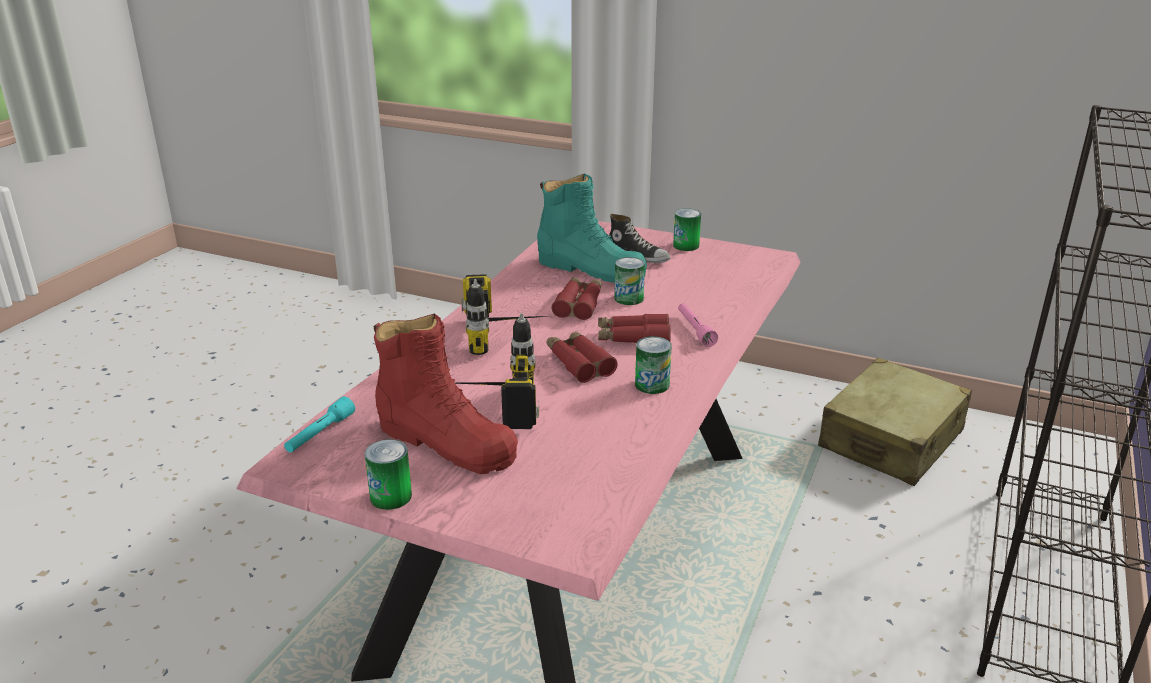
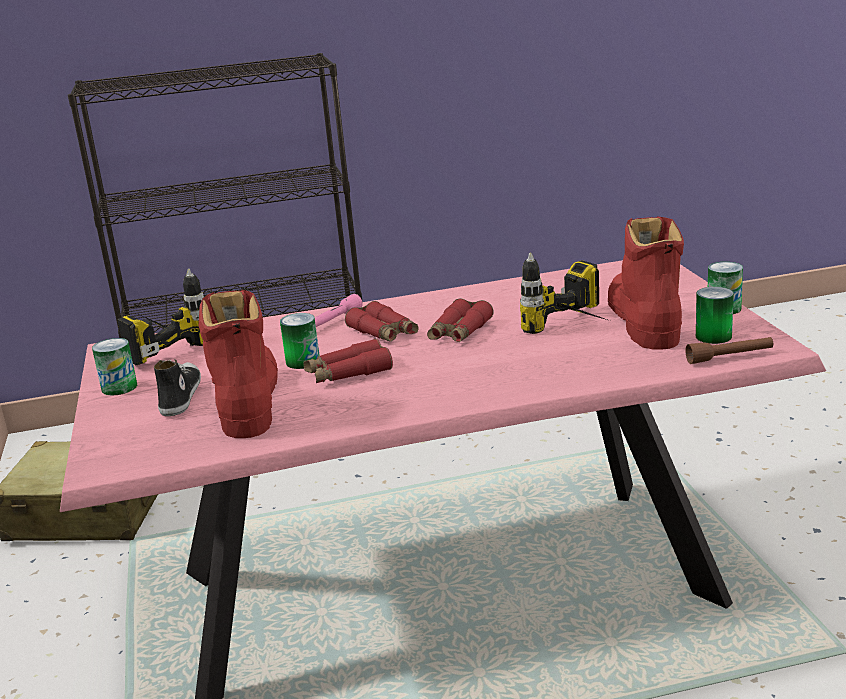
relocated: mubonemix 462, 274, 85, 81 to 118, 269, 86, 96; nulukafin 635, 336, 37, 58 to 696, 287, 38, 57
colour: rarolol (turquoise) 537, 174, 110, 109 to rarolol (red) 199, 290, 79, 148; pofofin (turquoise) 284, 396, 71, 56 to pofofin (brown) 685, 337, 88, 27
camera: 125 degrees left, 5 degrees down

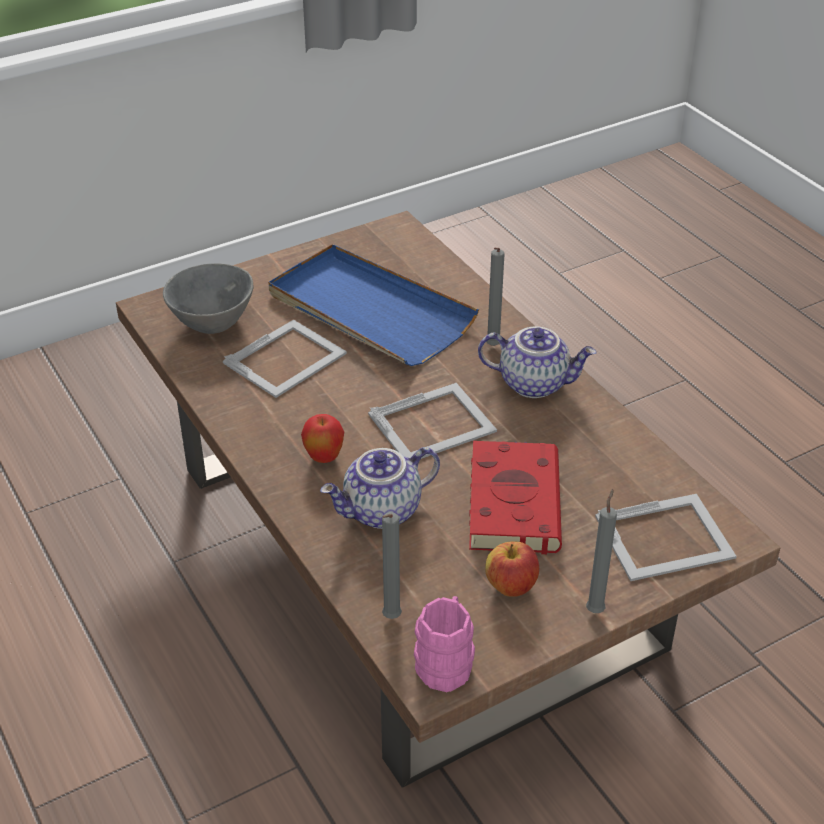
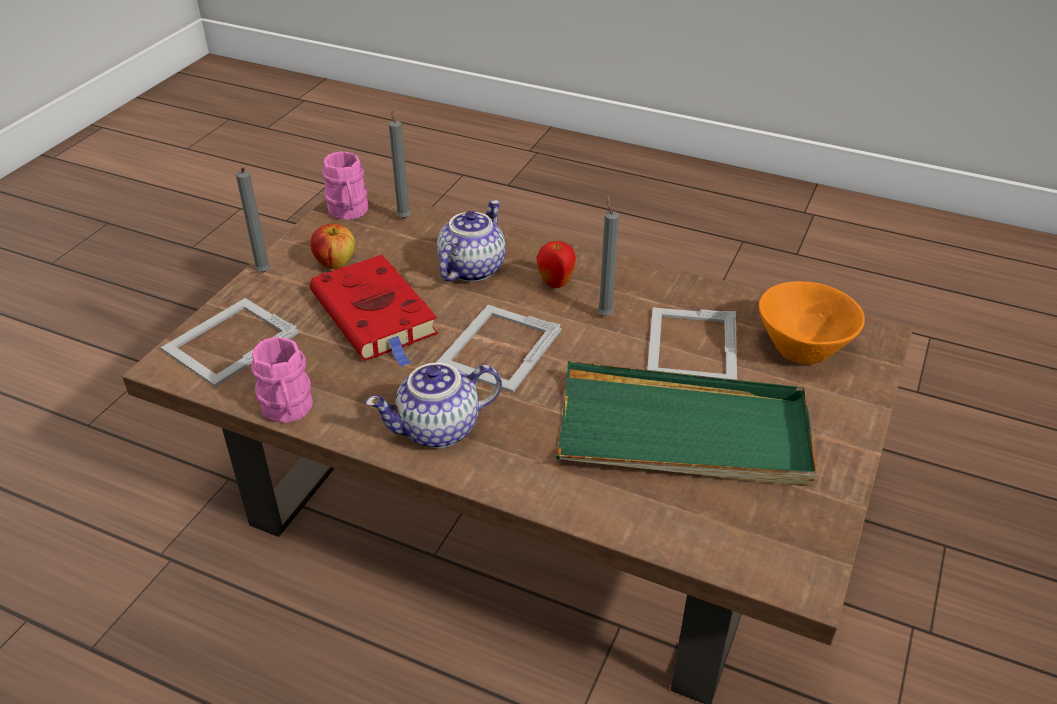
appeared: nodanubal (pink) 251, 337, 62, 86
relocated: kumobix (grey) 486, 248, 19, 98 to 598, 195, 21, 121
colour: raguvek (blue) 268, 244, 211, 122 to raguvek (green) 556, 361, 261, 125; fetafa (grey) 163, 263, 90, 71 to fetafa (orange) 759, 281, 106, 84
camera: 145 degrees right, 0 degrees up

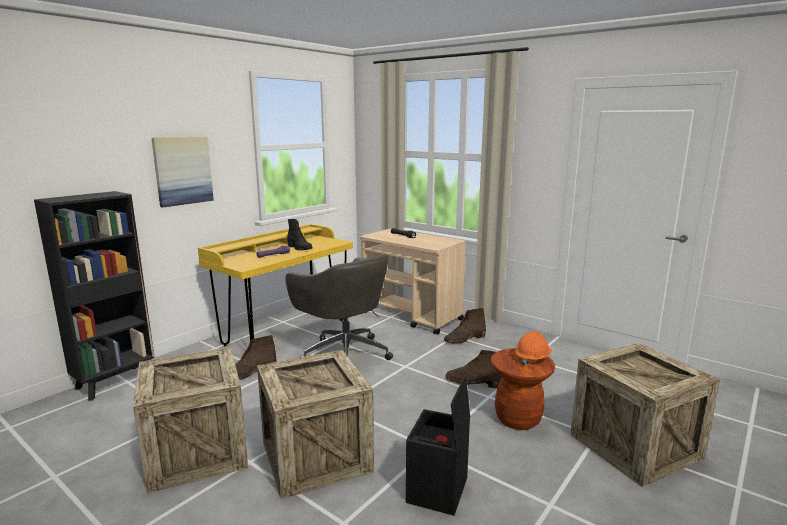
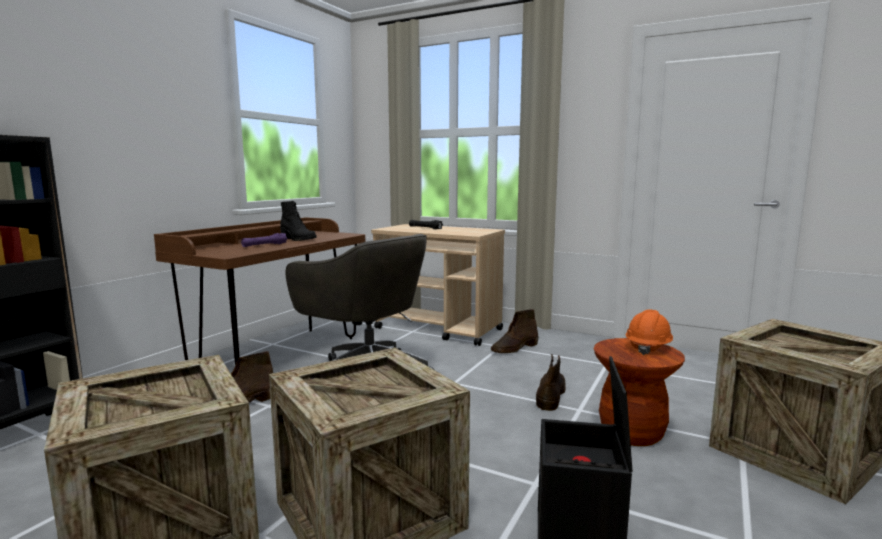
missing: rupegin 152, 136, 62, 72
colour: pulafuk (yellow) 198, 224, 155, 122 to pulafuk (brown) 154, 217, 211, 148
spun: rarolol (brown) 446, 350, 55, 38 = 536, 354, 30, 57 105 degrees clockwise
camera: 10 degrees left, 5 degrees down

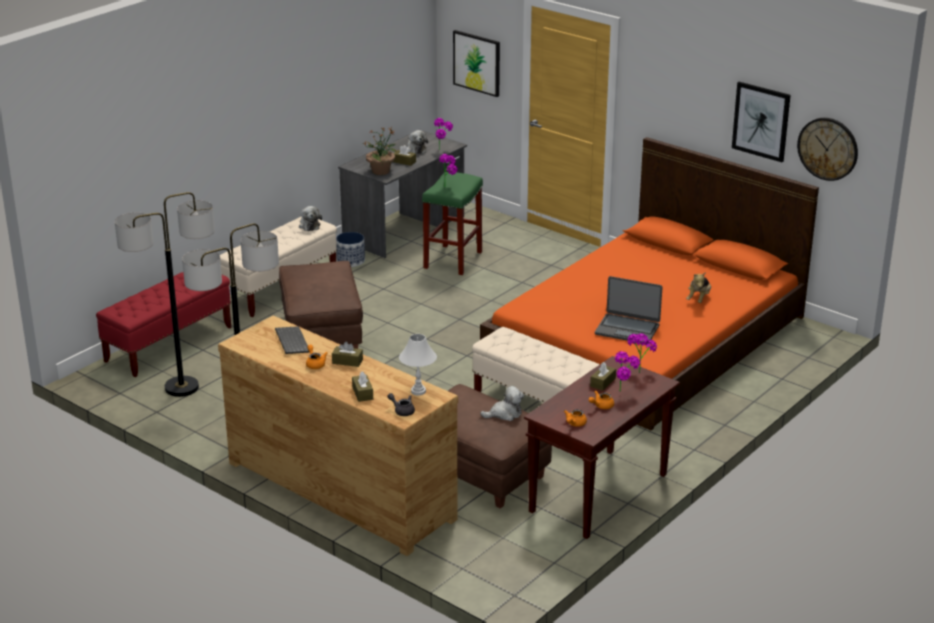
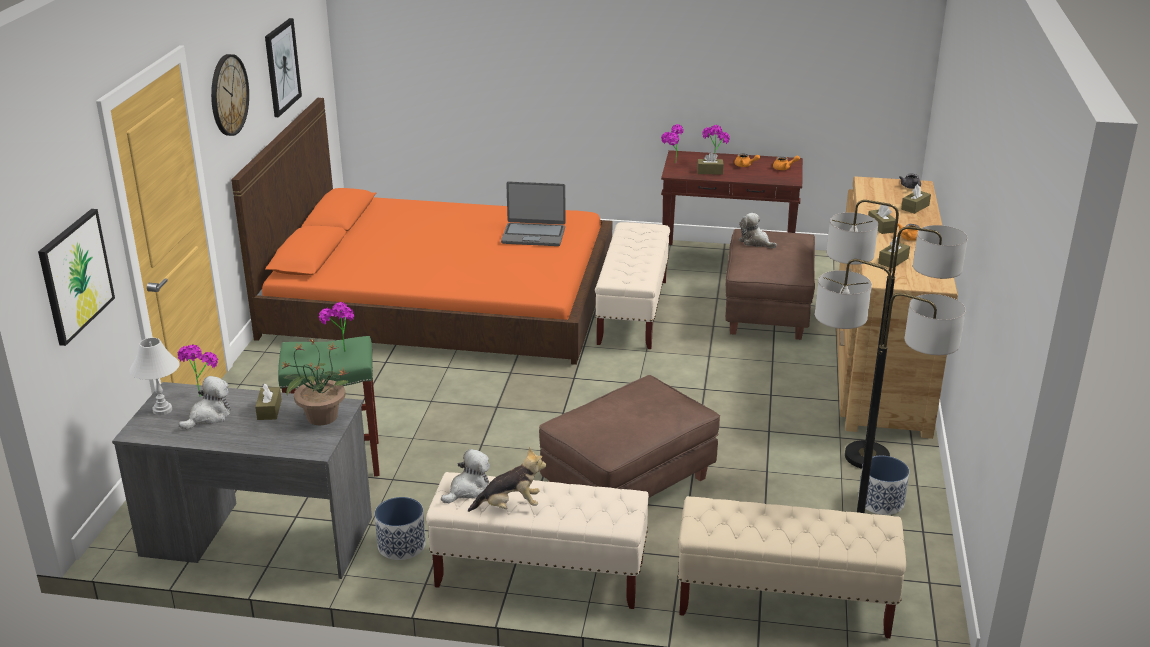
appeared: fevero 858, 456, 51, 59
relocated: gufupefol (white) 399, 334, 38, 62 to 129, 338, 51, 77; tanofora 797, 118, 61, 63 to 211, 54, 38, 82; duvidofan 686, 272, 25, 31 to 468, 447, 78, 65
exchanged: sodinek 275, 326, 35, 28 to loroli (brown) 878, 237, 32, 32
colour: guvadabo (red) 96, 272, 135, 105 to guvadabo (beige) 677, 496, 229, 142
spun: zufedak 595, 276, 67, 67 = 501, 182, 64, 64 105 degrees clockwise
camera: 120 degrees left, 0 degrees up

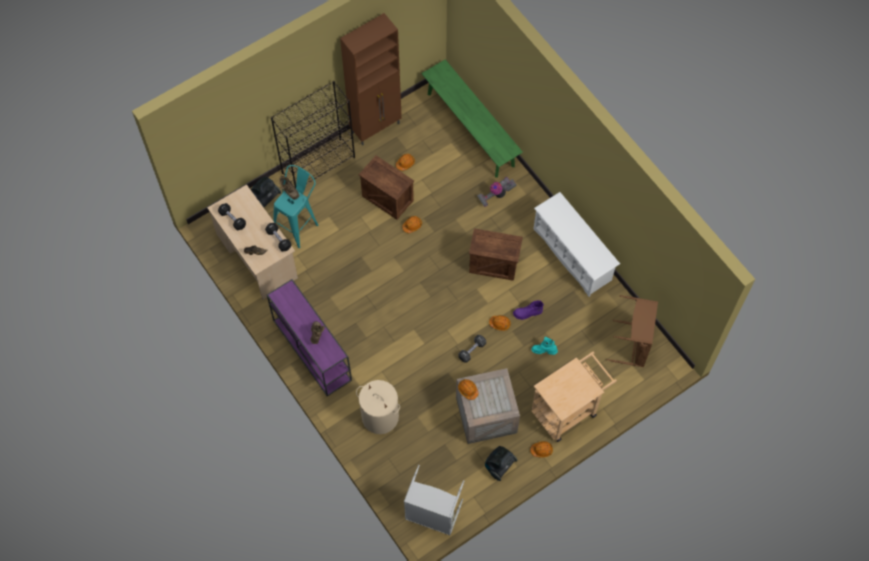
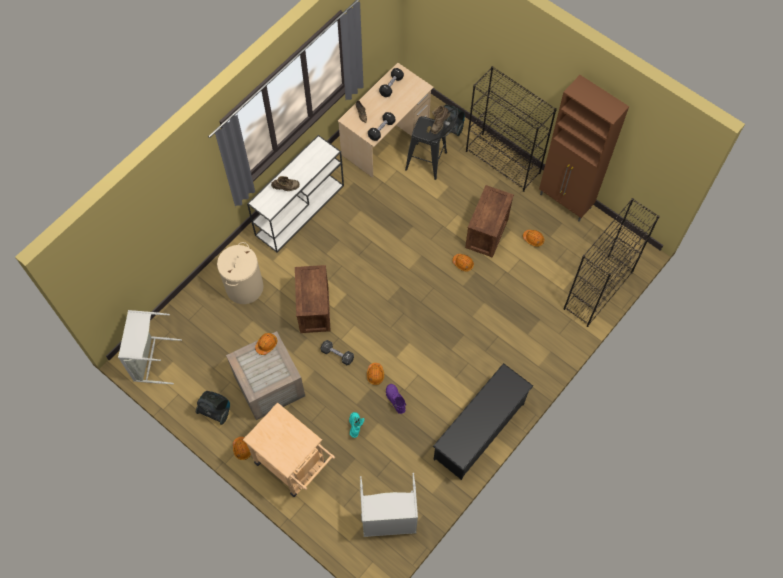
missing: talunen 477, 177, 40, 30
relocated: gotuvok 469, 228, 54, 53 to 295, 265, 35, 68
exchanged: guvadabo (green) 421, 59, 102, 119 to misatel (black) 563, 198, 97, 129
colour: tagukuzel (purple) 267, 279, 85, 117 to tagukuzel (white) 247, 135, 97, 117; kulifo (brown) 606, 295, 52, 72 to kulifo (grey) 360, 473, 58, 64; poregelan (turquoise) 273, 165, 46, 83 to poregelan (black) 405, 108, 53, 72; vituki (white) 533, 192, 87, 105 to vituki (black) 433, 363, 100, 117
camera: 75 degrees right, 0 degrees up

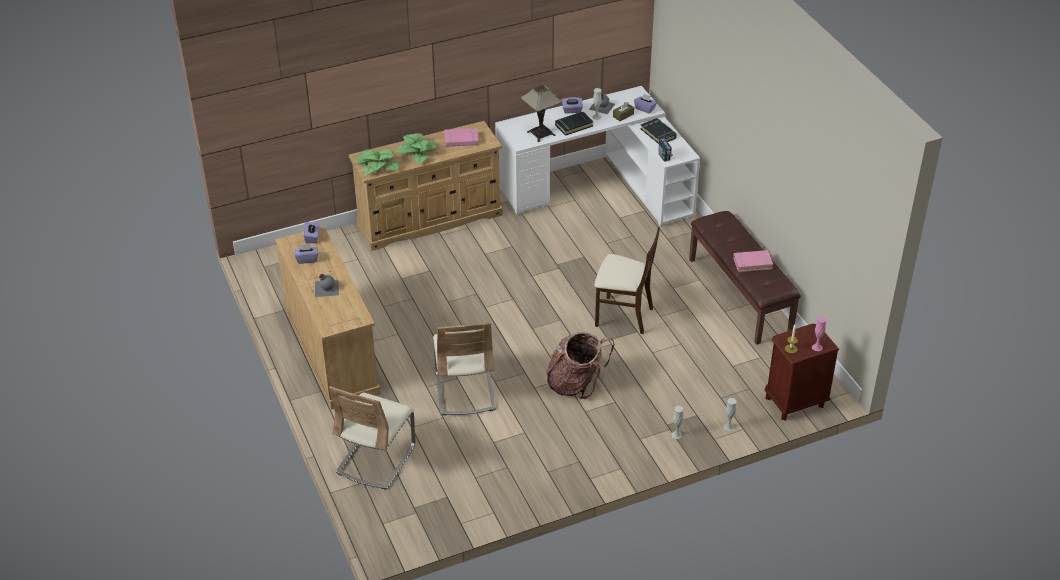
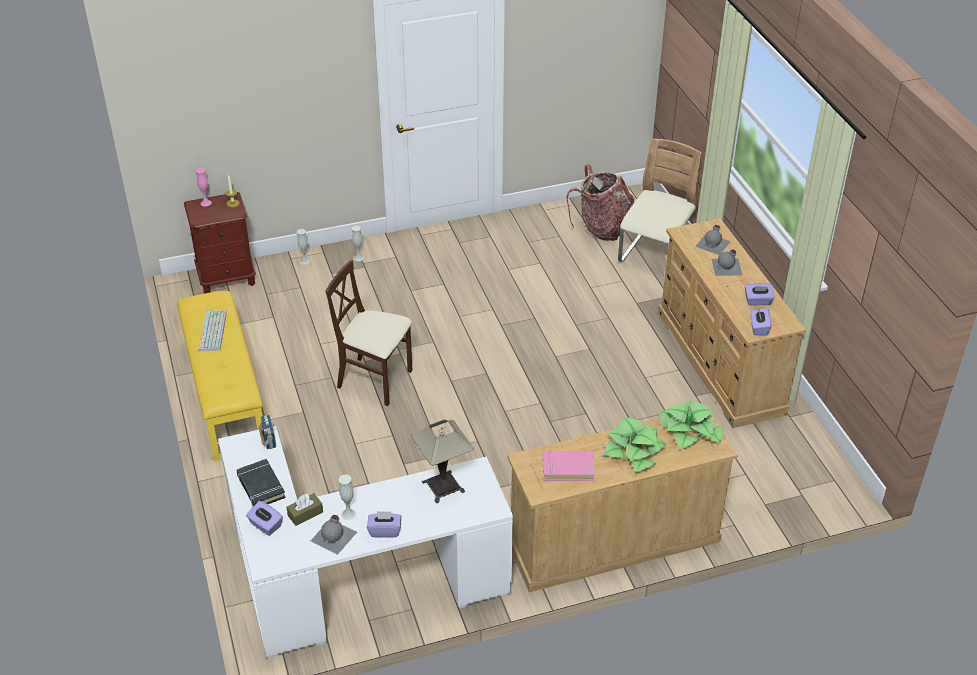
missing: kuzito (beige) 433, 323, 63, 92; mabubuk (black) 555, 112, 38, 24
appeared: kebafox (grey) 695, 225, 36, 30
relocated: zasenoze 546, 332, 69, 67 to 566, 164, 69, 77
exchanged: mabubuk (pink) 733, 250, 40, 22 to sodinek 199, 310, 28, 41
colour: guvadabo (brown) 689, 211, 112, 134 to guvadabo (yellow) 177, 291, 86, 170
camera: 175 degrees left, 0 degrees up

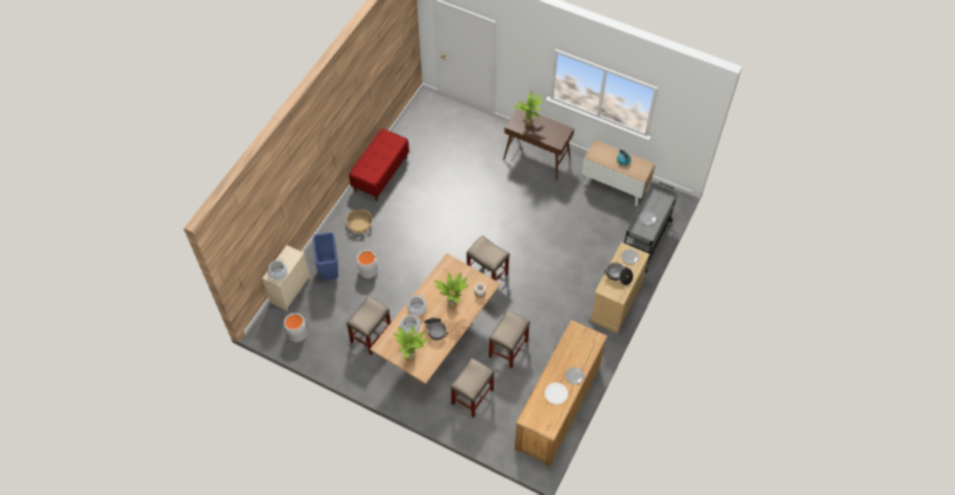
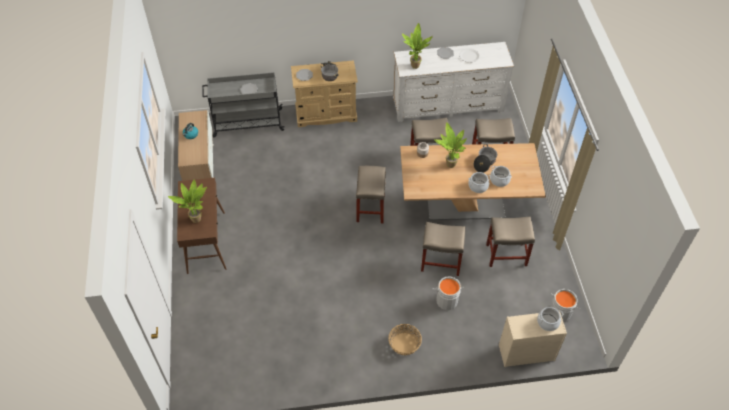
missing: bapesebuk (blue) 313, 232, 25, 48; guvadabo (red) 349, 129, 60, 72
appeared: poregelan (beige) 421, 222, 44, 54
relocated: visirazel 394, 326, 34, 35 to 402, 23, 31, 46
colour: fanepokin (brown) 515, 320, 93, 147 to fanepokin (white) 393, 42, 121, 80
camera: 125 degrees left, 5 degrees down

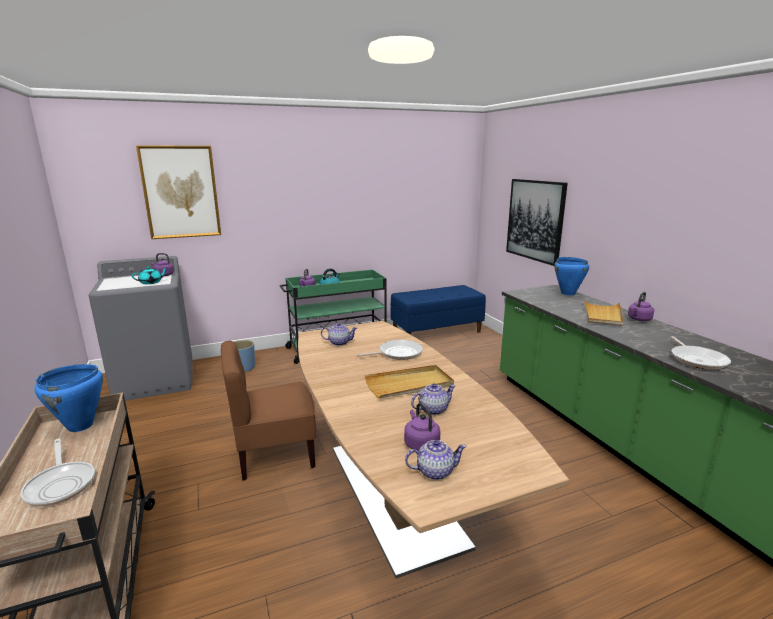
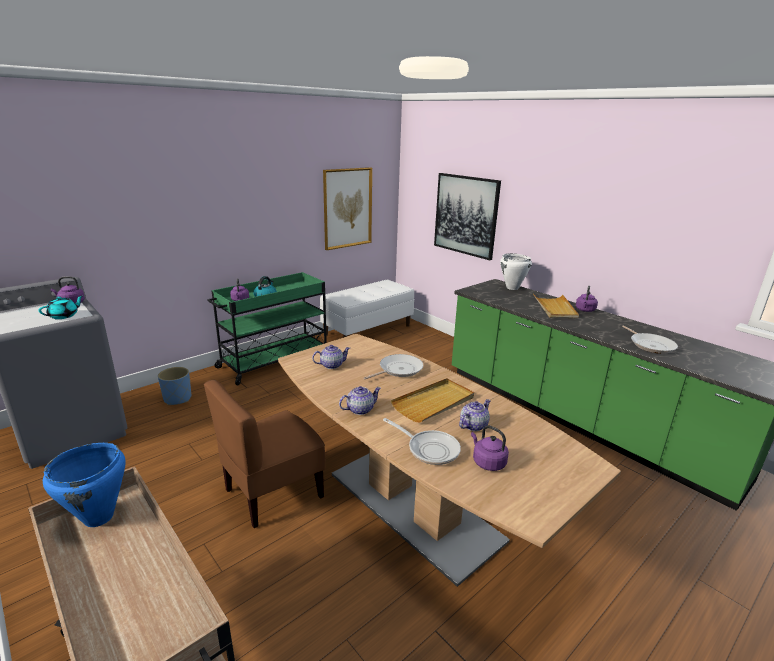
relocated: rupegin 136, 145, 85, 94 to 323, 167, 49, 83; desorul 405, 440, 62, 40 to 339, 386, 42, 29; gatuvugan 20, 438, 75, 68 to 383, 418, 78, 47
colour: guvadabo (blue) 390, 285, 96, 50 to guvadabo (white) 320, 280, 94, 58; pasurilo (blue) 554, 257, 35, 38 to pasurilo (white) 500, 253, 32, 37
camera: 20 degrees left, 5 degrees up

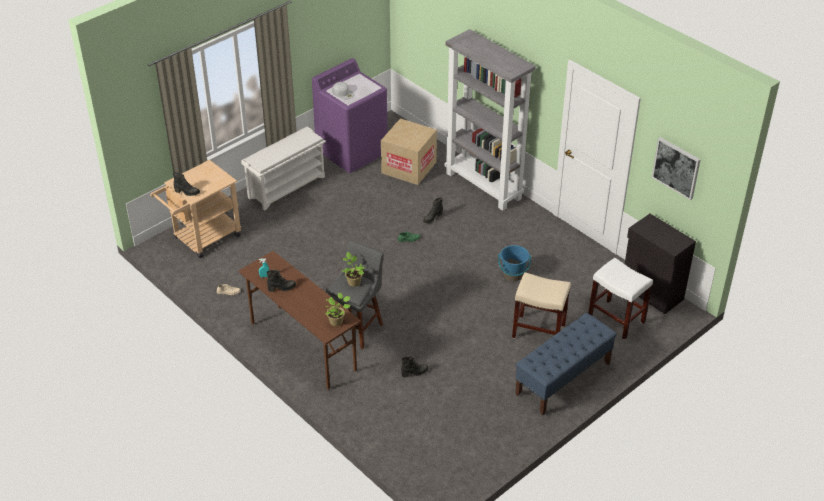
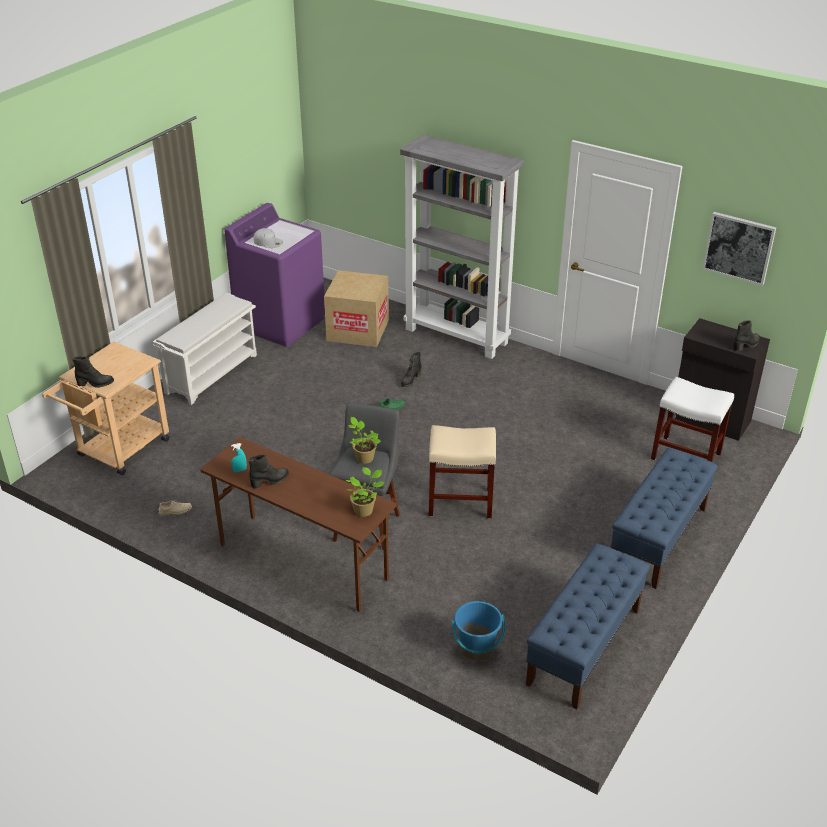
appeared: guvadabo (blue) 526, 544, 124, 165
relocated: poregelan (beige) 512, 272, 59, 66 to 429, 425, 67, 94; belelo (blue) 498, 245, 33, 36 to 452, 601, 53, 59; rarolol (black) 401, 356, 27, 21 to 733, 321, 27, 30
camera: 15 degrees left, 5 degrees down

